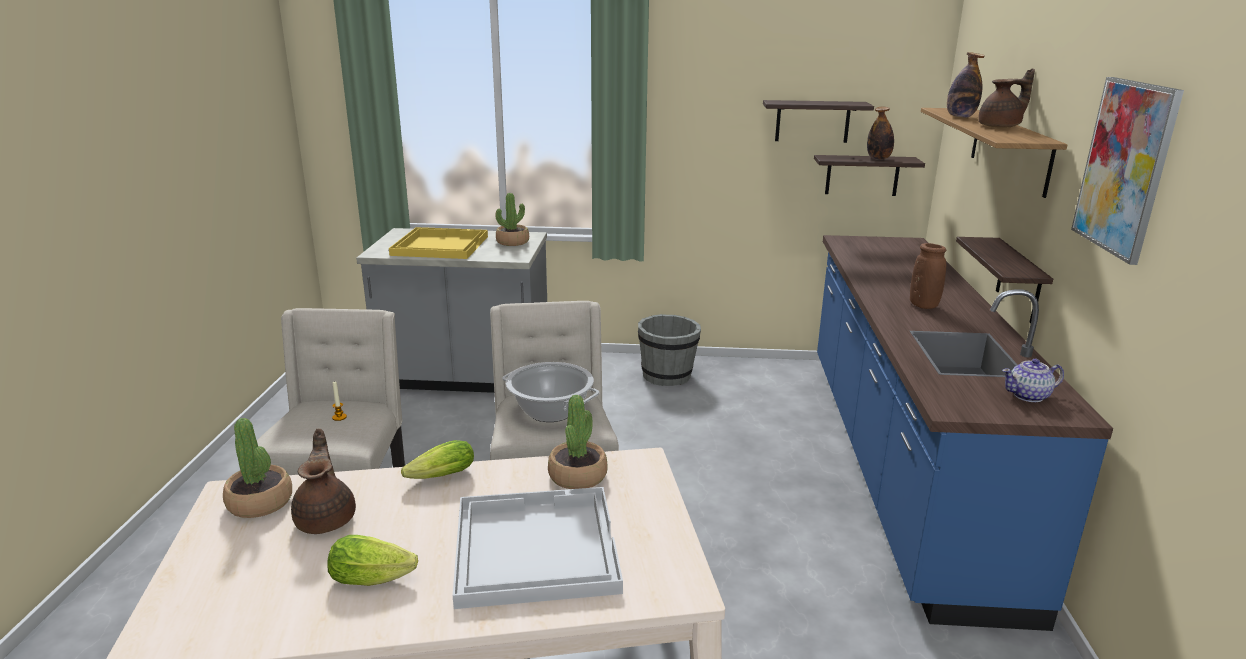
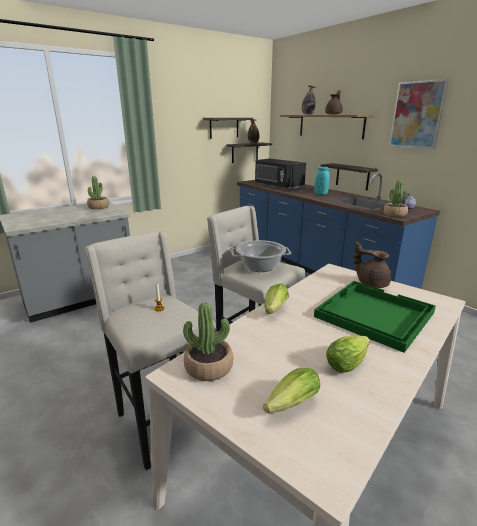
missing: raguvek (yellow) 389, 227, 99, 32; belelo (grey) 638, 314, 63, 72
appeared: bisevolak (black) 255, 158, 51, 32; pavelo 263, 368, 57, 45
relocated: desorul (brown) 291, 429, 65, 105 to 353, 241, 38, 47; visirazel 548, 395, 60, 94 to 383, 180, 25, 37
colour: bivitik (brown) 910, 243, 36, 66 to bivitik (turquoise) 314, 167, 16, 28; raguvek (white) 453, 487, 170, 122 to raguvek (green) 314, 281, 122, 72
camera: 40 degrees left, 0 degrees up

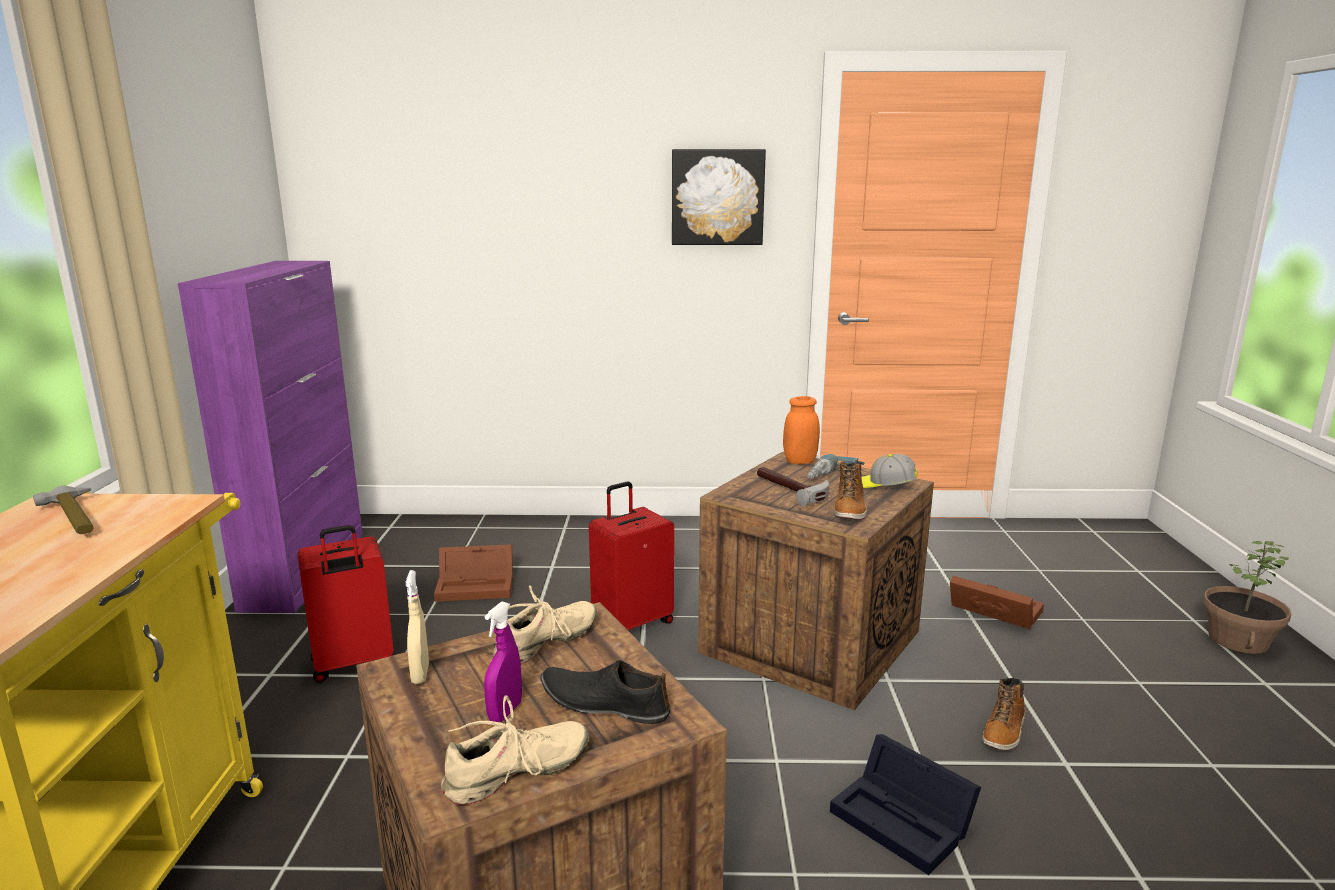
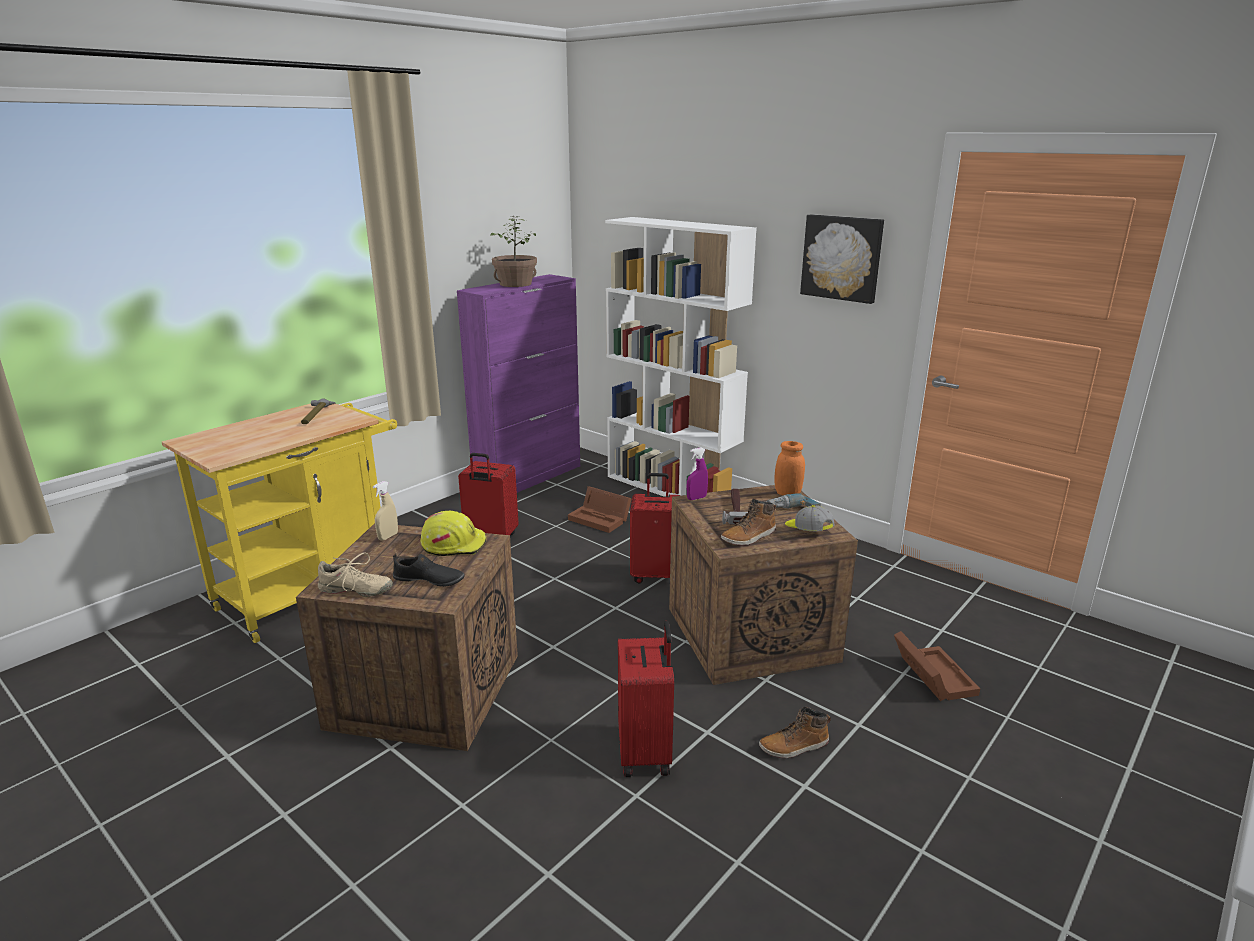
appeared: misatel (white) 605, 217, 152, 280
relocated: visirazel 1203, 541, 88, 113 to 490, 216, 47, 71; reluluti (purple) 484, 601, 38, 121 to 686, 447, 22, 53
exchanged: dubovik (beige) 494, 586, 103, 78 to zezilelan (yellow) 420, 511, 66, 45; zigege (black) 830, 734, 151, 141 to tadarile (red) 618, 621, 56, 156
spun: dubovik (black) 541, 660, 129, 64 = 393, 553, 72, 34 135 degrees clockwise
camera: 40 degrees right, 5 degrees up

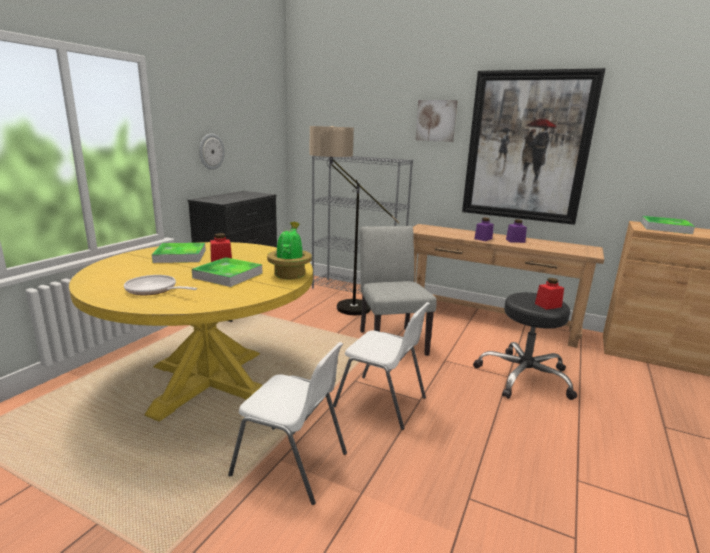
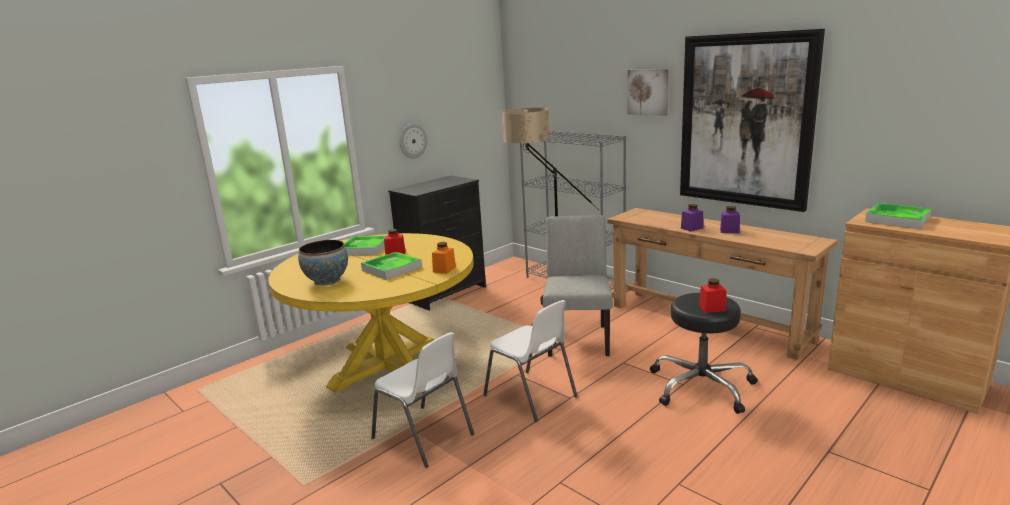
exchanged: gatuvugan 124, 275, 73, 21 to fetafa 298, 240, 50, 46; visirazel 267, 222, 45, 58 to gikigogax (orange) 432, 242, 24, 32
camera: 20 degrees right, 0 degrees up

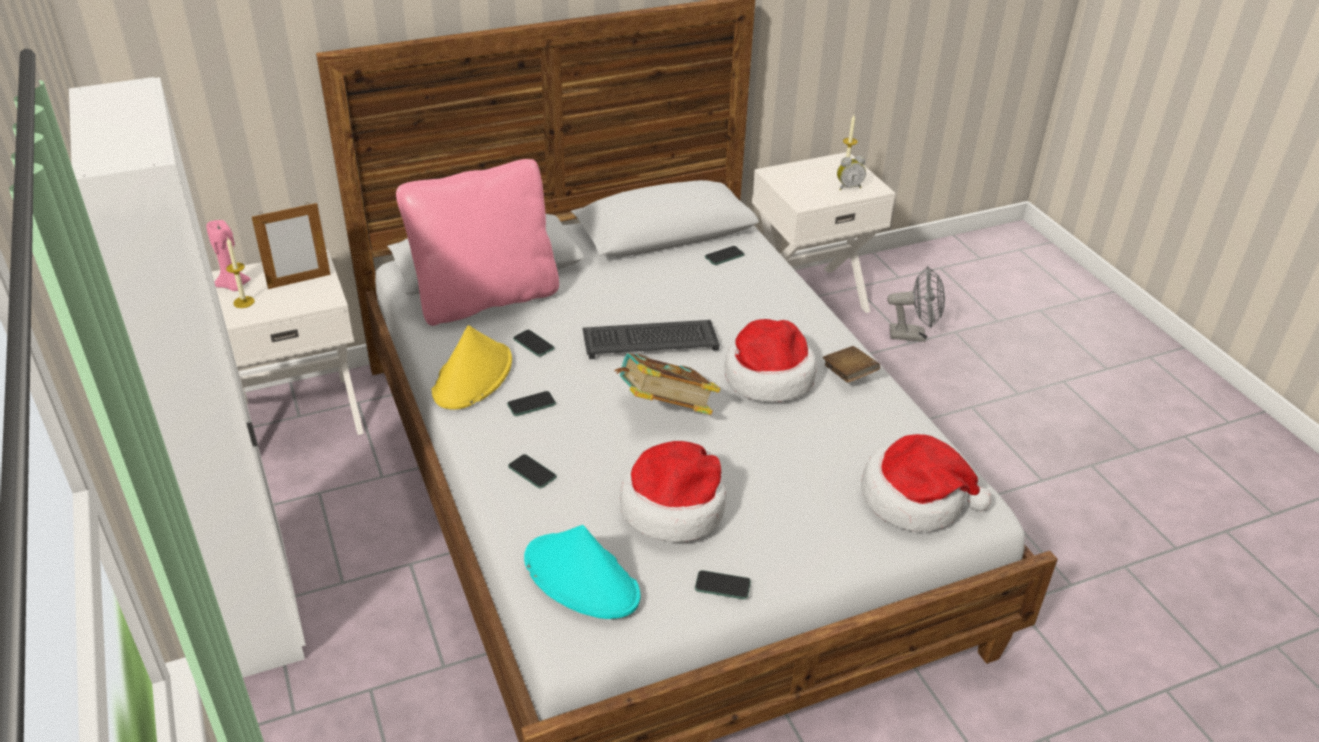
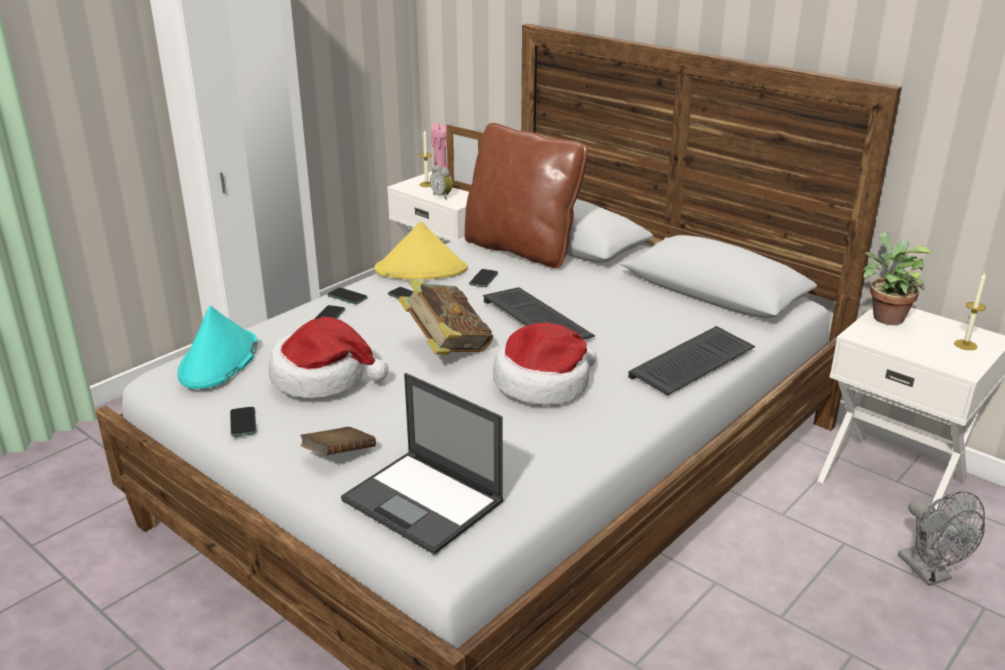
appeared: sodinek 628, 326, 127, 70; visirazel 863, 232, 70, 93
relocated: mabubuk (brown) 823, 346, 57, 37 to 300, 427, 76, 28; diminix 705, 246, 40, 19 to 327, 287, 41, 17; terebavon 837, 156, 29, 35 to 430, 165, 22, 35
exchanged: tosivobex 861, 434, 130, 97 to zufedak 341, 373, 163, 182
colour: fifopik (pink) 396, 159, 163, 167 to fifopik (brown) 465, 123, 122, 145
camera: 65 degrees right, 10 degrees down

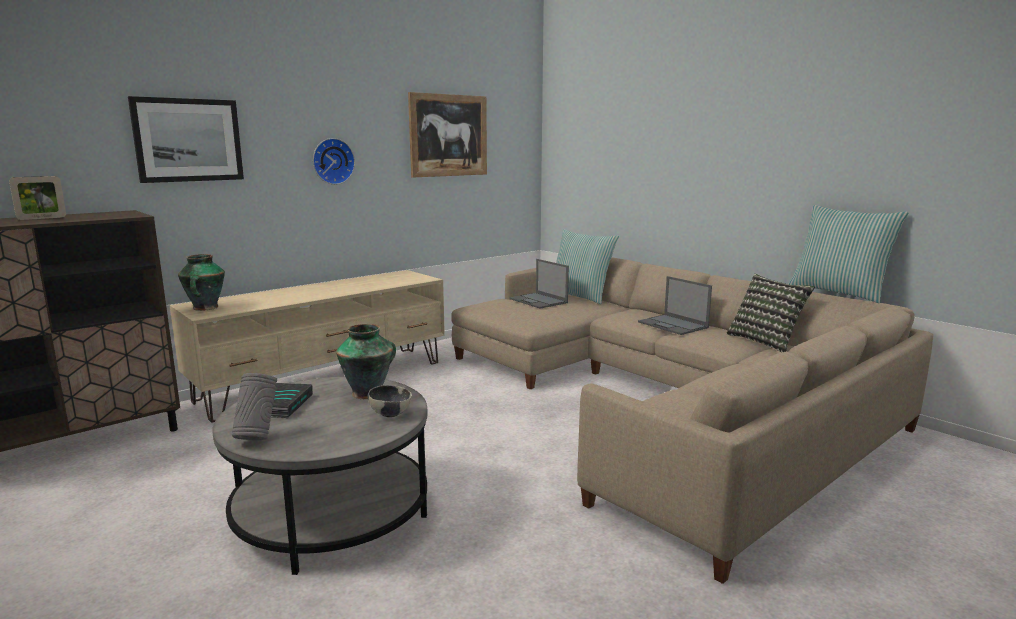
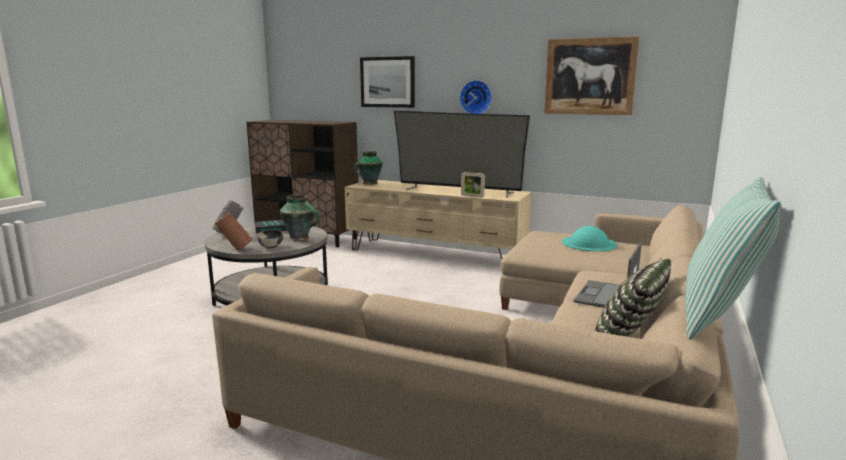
missing: fifopik 556, 229, 63, 75
appeared: bivitik (brown) 215, 213, 37, 38; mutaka 394, 111, 136, 87
relocated: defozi 9, 176, 57, 44 to 461, 172, 24, 26
exchanged: zufedak 510, 259, 59, 50 to tosivobex (turquoise) 562, 226, 56, 25
camera: 65 degrees right, 0 degrees up

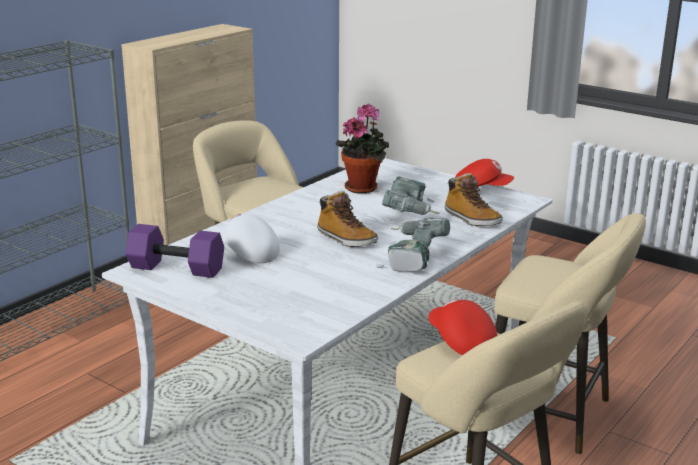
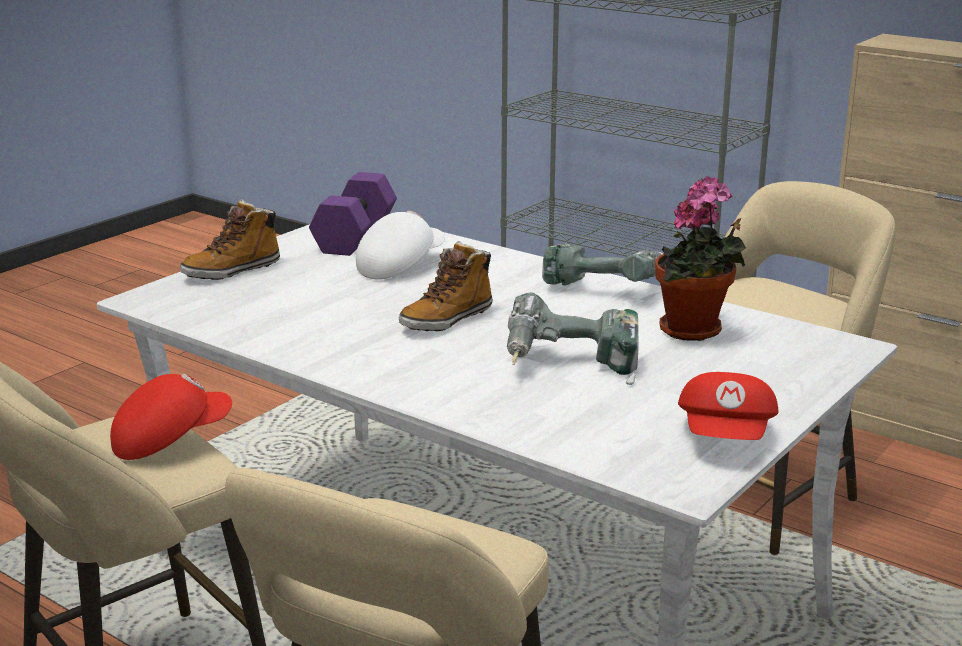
relocated: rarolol 445, 173, 58, 54 to 180, 199, 100, 81; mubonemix 377, 217, 73, 54 to 542, 243, 121, 43
camera: 90 degrees right, 0 degrees up

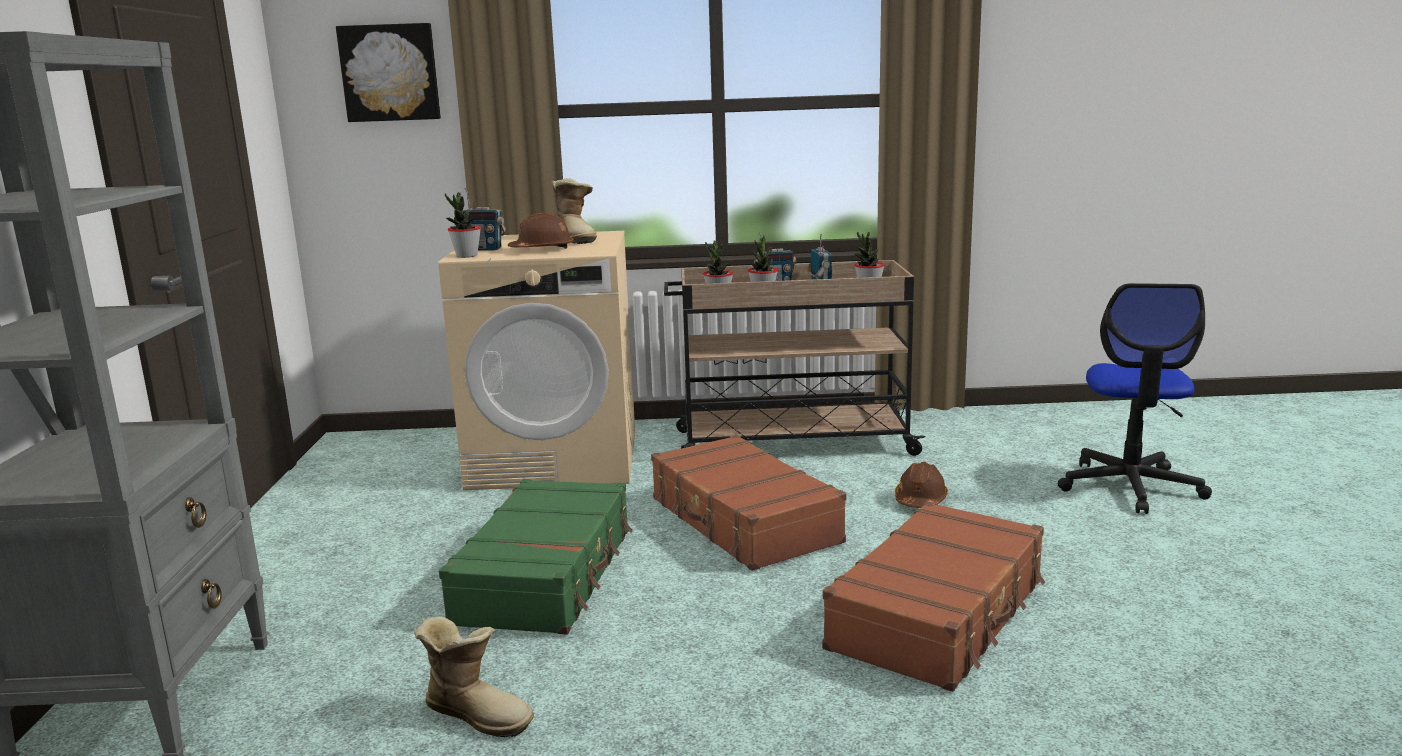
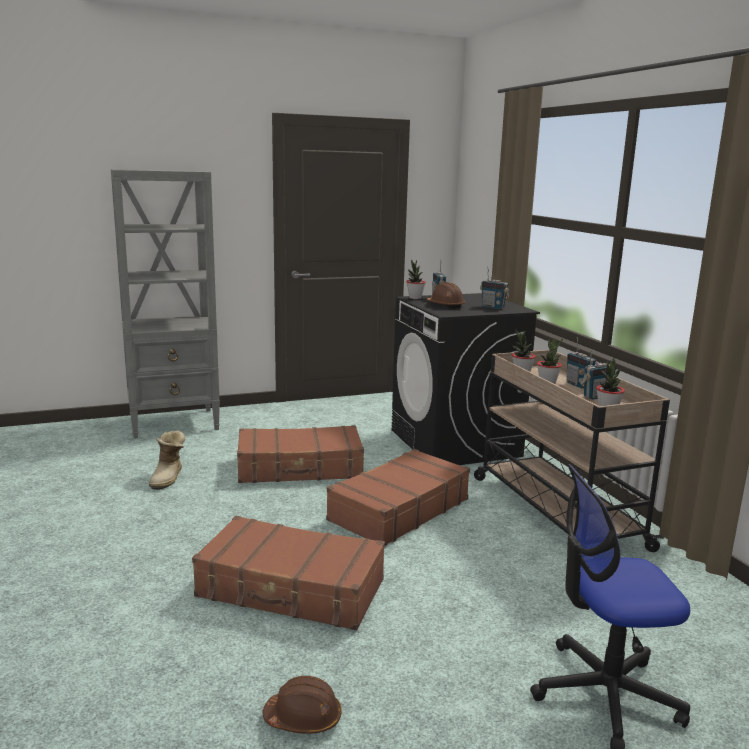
missing: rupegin 336, 23, 105, 99
relocated: zezilelan (brown) 895, 462, 53, 46 to 262, 676, 79, 58
exchanged: rarolol 552, 178, 45, 66 to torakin 480, 267, 29, 42
colour: tadarile (green) 439, 479, 194, 156 to tadarile (brown) 237, 425, 127, 58; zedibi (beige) 438, 231, 197, 259 to zedibi (black) 391, 293, 149, 172
camera: 70 degrees right, 0 degrees up

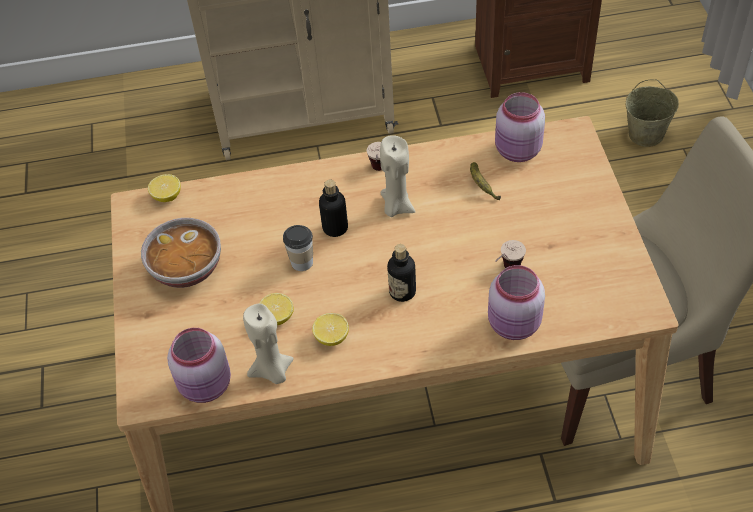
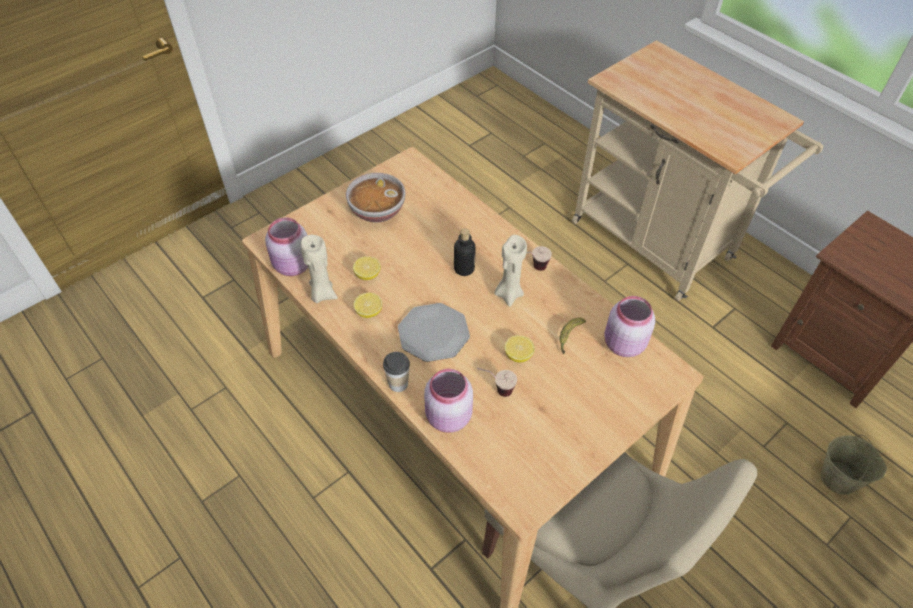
relocated: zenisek 283, 225, 30, 46 to 383, 352, 27, 40; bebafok 148, 174, 33, 28 to 505, 335, 30, 28
exchanged: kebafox 387, 244, 29, 58 to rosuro 398, 303, 72, 59
camera: 55 degrees right, 0 degrees up

